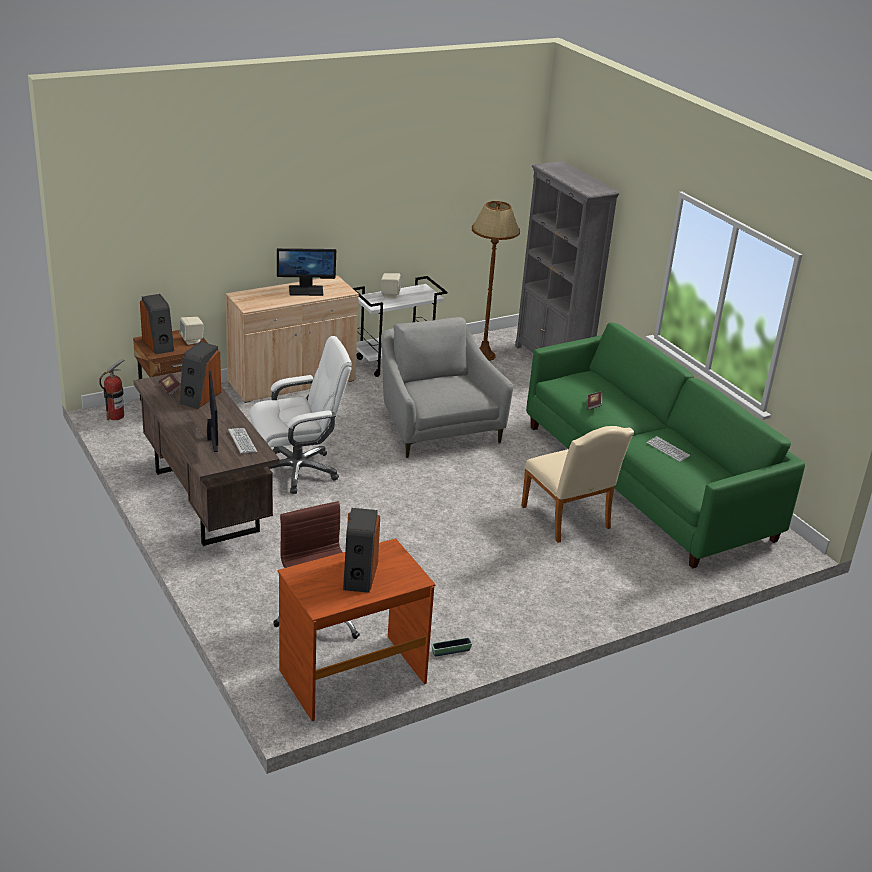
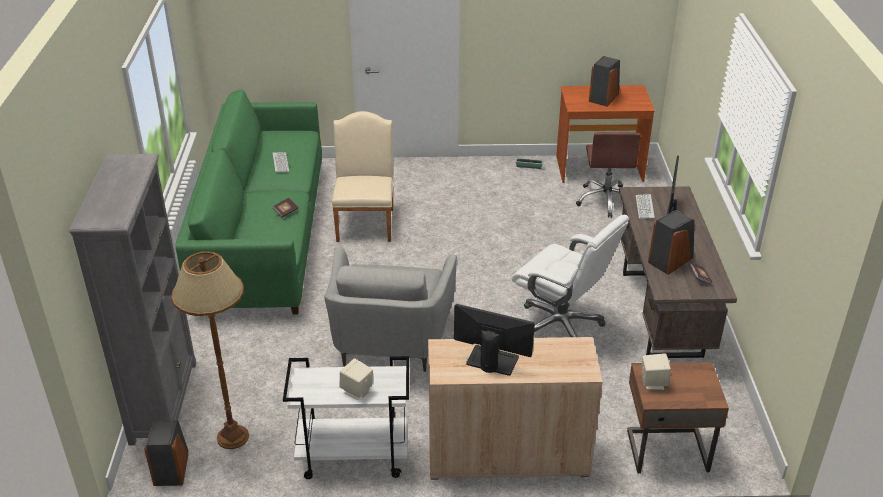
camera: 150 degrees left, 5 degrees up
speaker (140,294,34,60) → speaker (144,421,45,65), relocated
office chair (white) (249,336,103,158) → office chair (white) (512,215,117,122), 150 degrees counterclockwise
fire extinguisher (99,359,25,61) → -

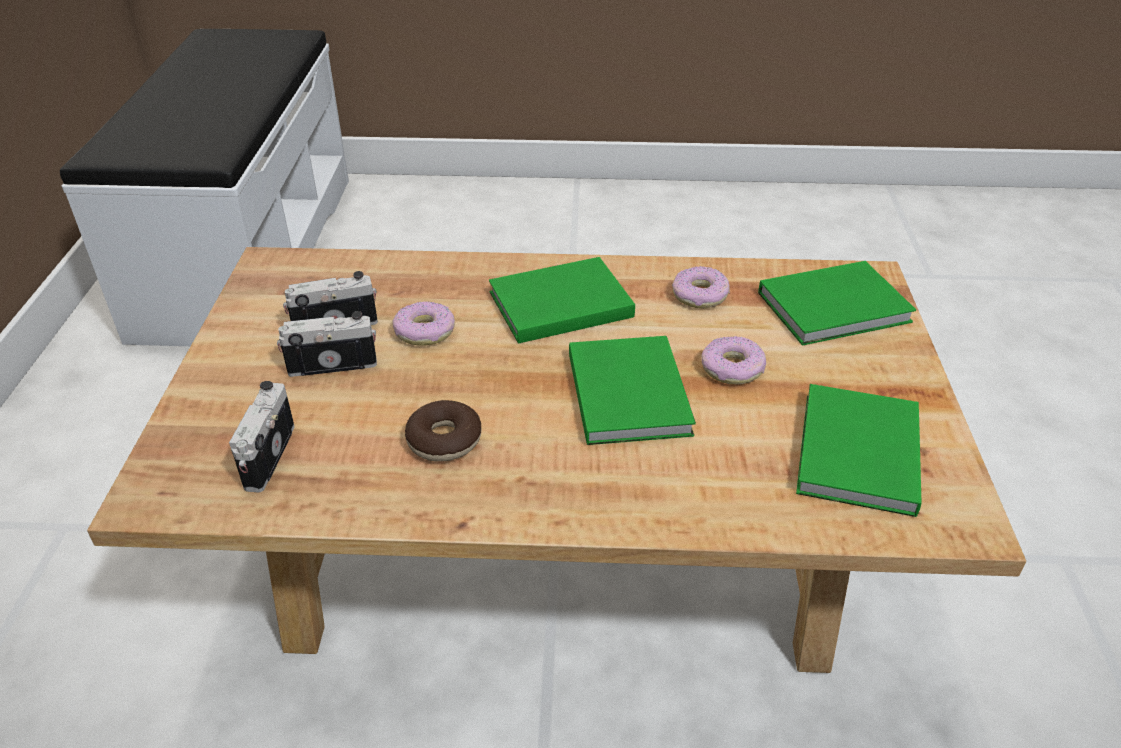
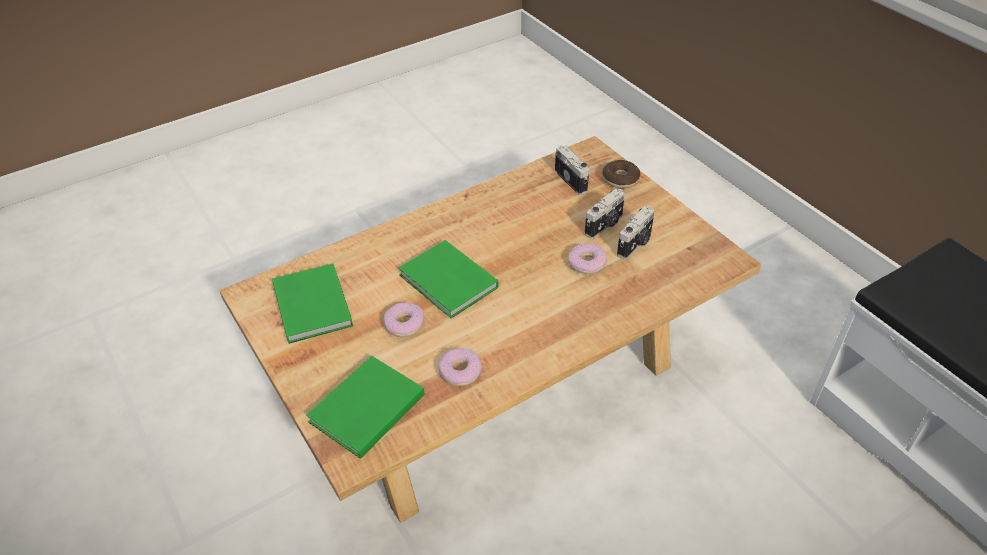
camera: 145 degrees right, 5 degrees up
donut (405,400,77,62) → donut (602,160,38,29), relocated
book (green) (489,257,146,87) → -

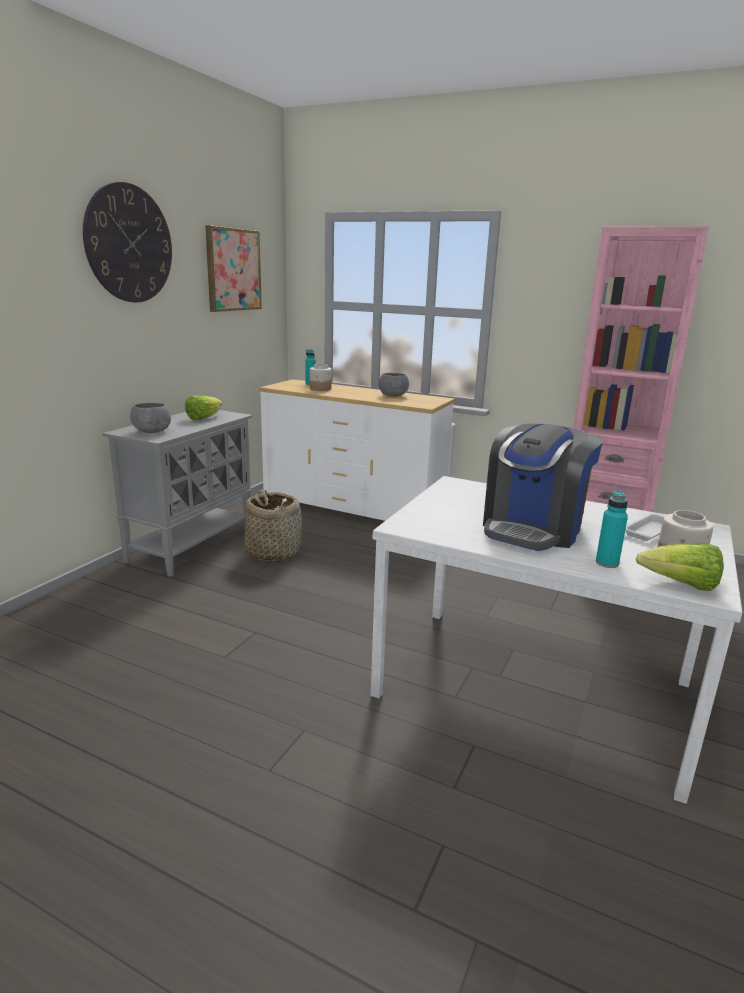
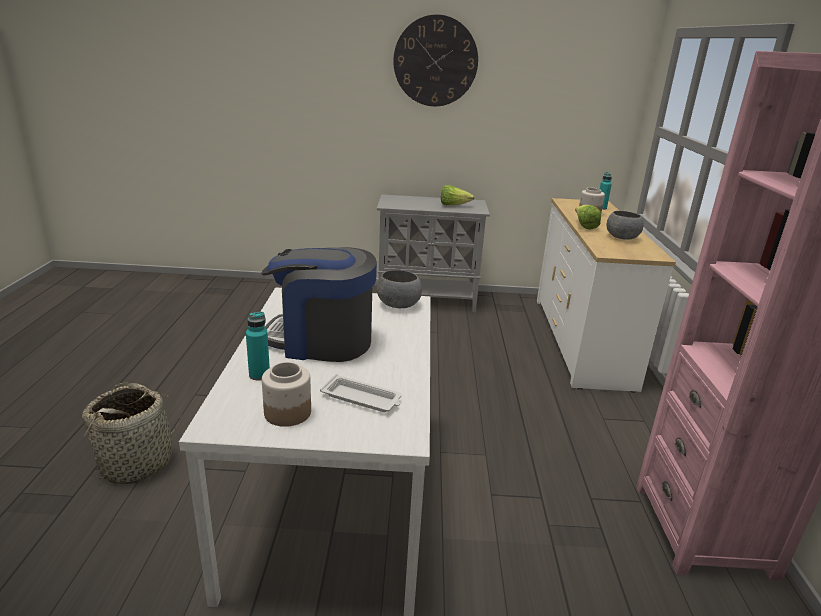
camera: 65 degrees right, 5 degrees up
basket (245,489,57,72) → basket (82,383,100,101), relocated
bowl (grey) (130,403,41,30) → bowl (grey) (377,270,45,38), relocated
lettuce (636,544,88,47) → lettuce (575,205,26,25), relocated
picture (205,225,57,87) → -

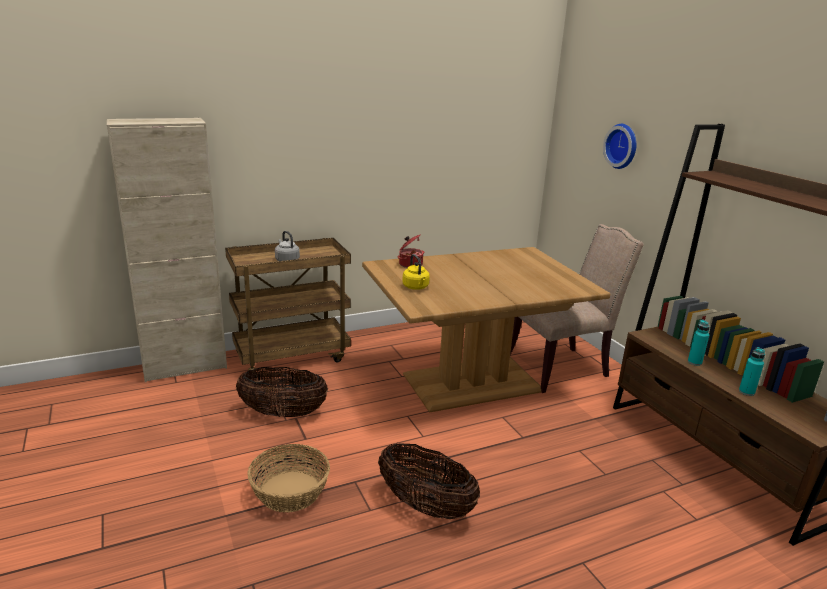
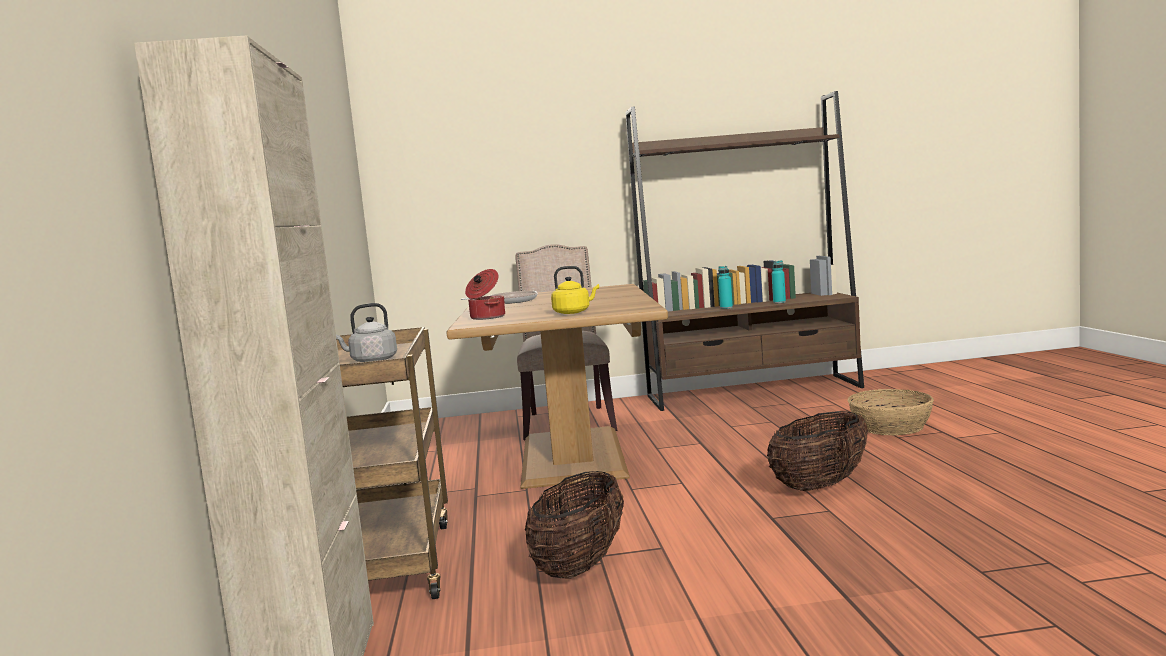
camera: 70 degrees left, 15 degrees down
- → frying pan (461,291,76,13)
basket (247,444,83,69) → basket (848,389,86,47), relocated
wall clock (603,124,33,45) → -

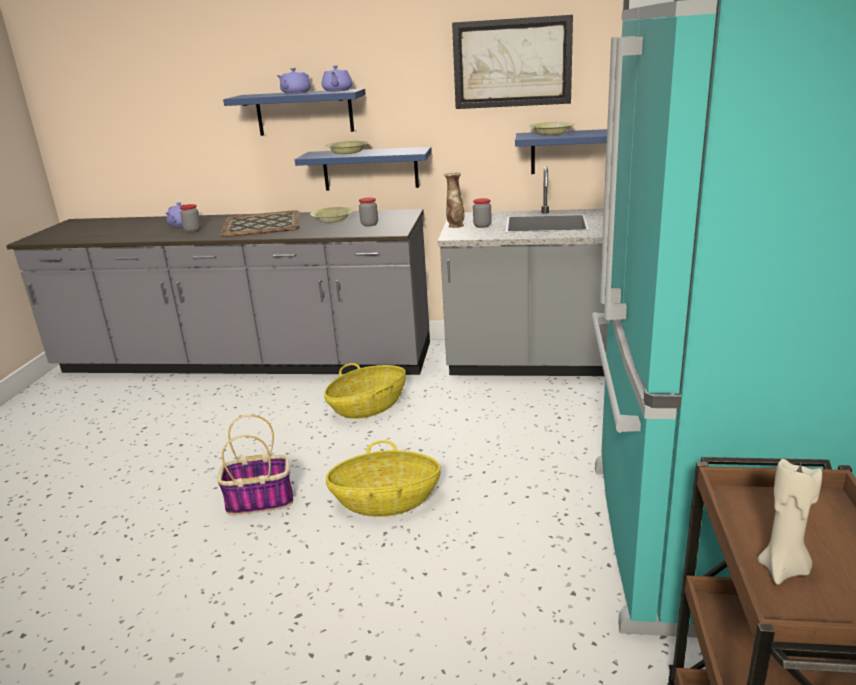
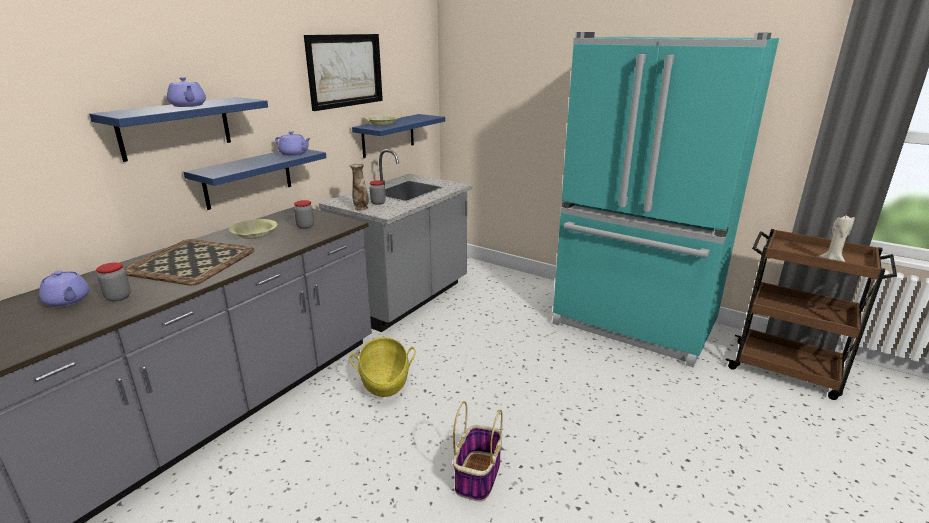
camera: 65 degrees left, 0 degrees up
teapot (purple) (322,65,30,27) → teapot (purple) (275,131,36,25), relocated
bowl (yellow) (325,141,44,13) → -
basket (326,440,115,77) → -

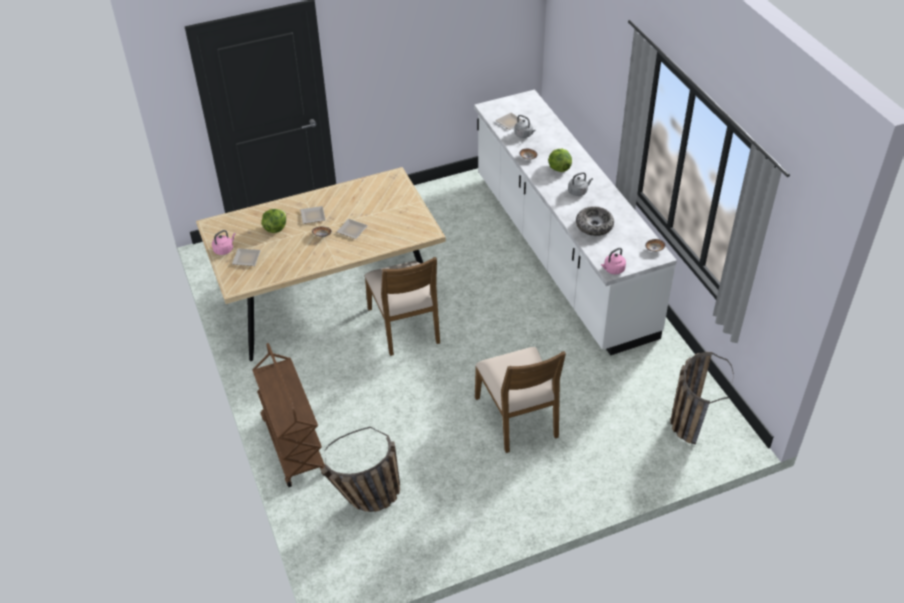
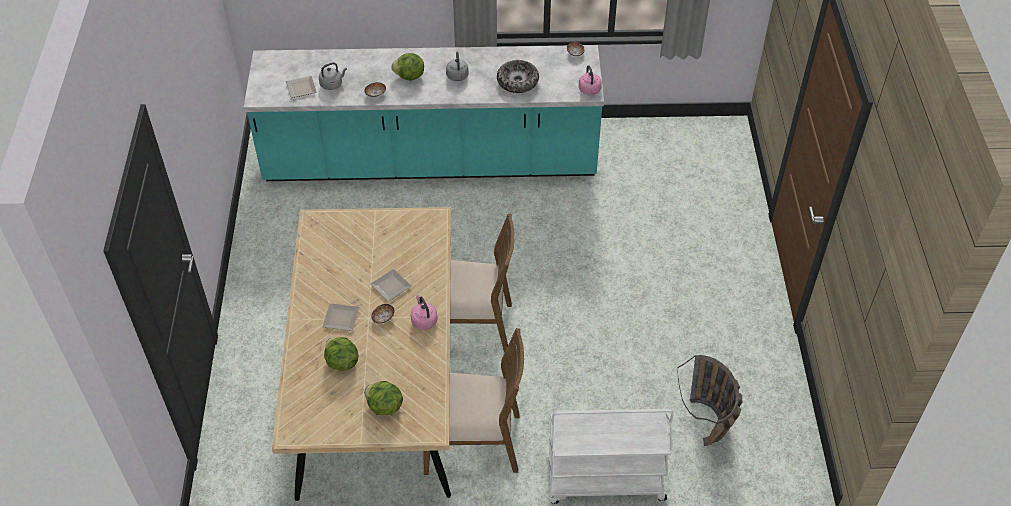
camera: 70 degrees left, 5 degrees up
counter (white) (474,90,203,265) → counter (turquoise) (243,45,361,136)
plate (232,248,29,18) → lettuce (364,381,39,34)
kettle (pink) (212,230,24,25) → kettle (pink) (411,295,27,35), relocated
chair (brown) (475,347,91,106) → chair (brown) (423,328,101,147), relocated
cart (brown) (252,343,73,144) → cart (white) (547,409,127,95)
basket (670,352,64,92) → -

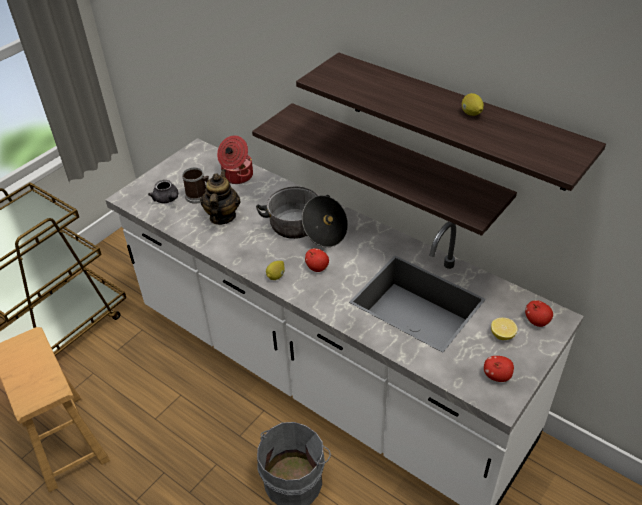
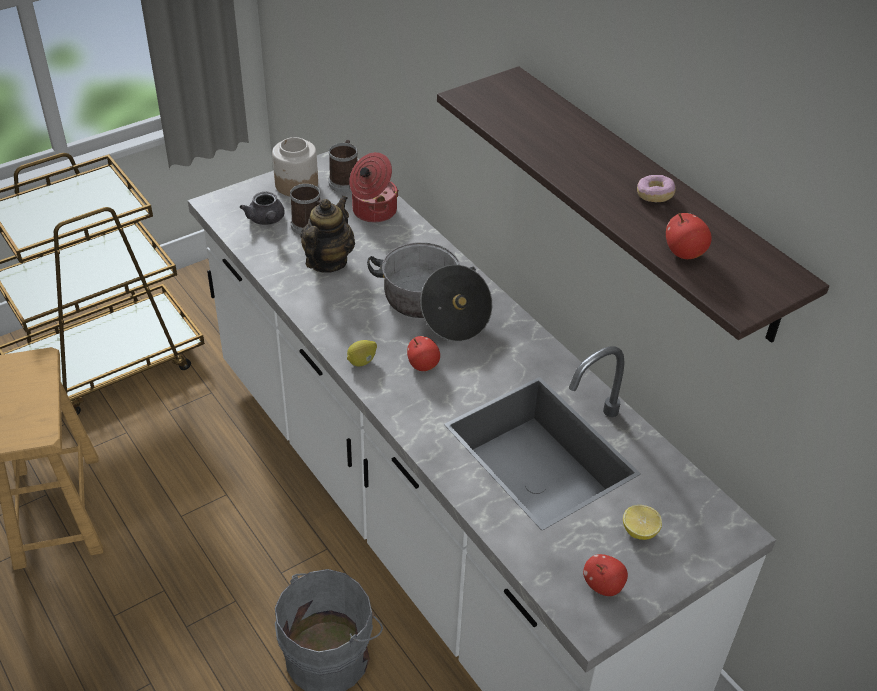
camera: 15 degrees right, 0 degrees up
- → jar (272,137,46,59)
- → mug (328,140,30,52)
lemon (462,93,22,23) → donut (637,175,39,27)
apple (525,300,28,27) → apple (666,213,46,46), relocated
shelf (252,103,265,133) → -

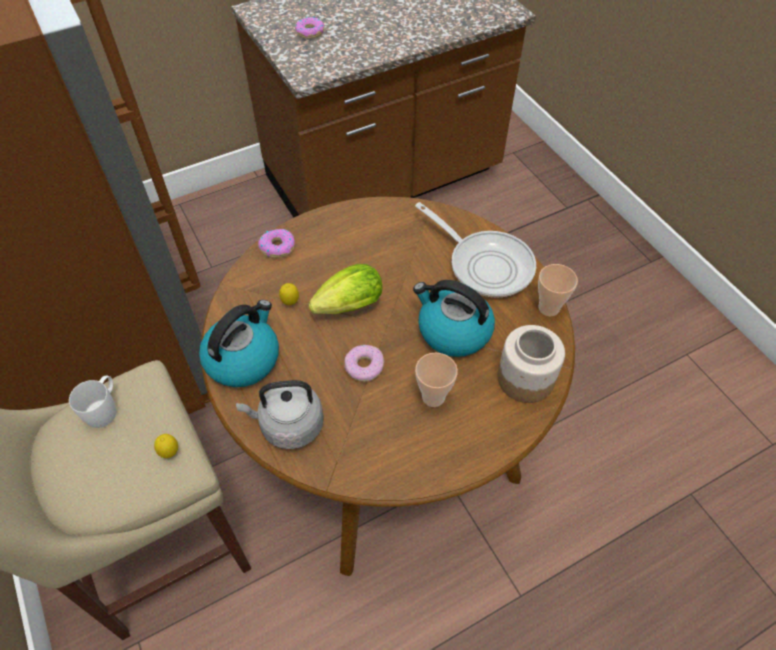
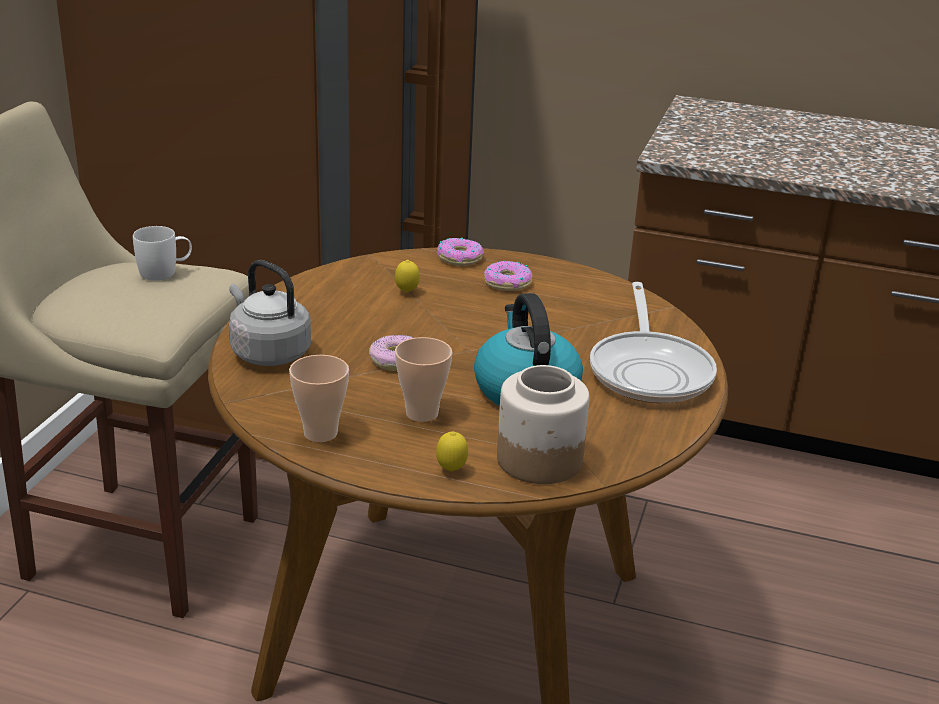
camera: 45 degrees right, 25 degrees down
cup (538,264,40,52) → cup (289,355,60,87), relocated
lemon (154,434,24,24) → lemon (436,432,32,39), relocated
donut (295,17,29,22) → donut (484,261,48,30), relocated
kettle (199,300,80,87) → -
lettuce (308,264,75,50) → -

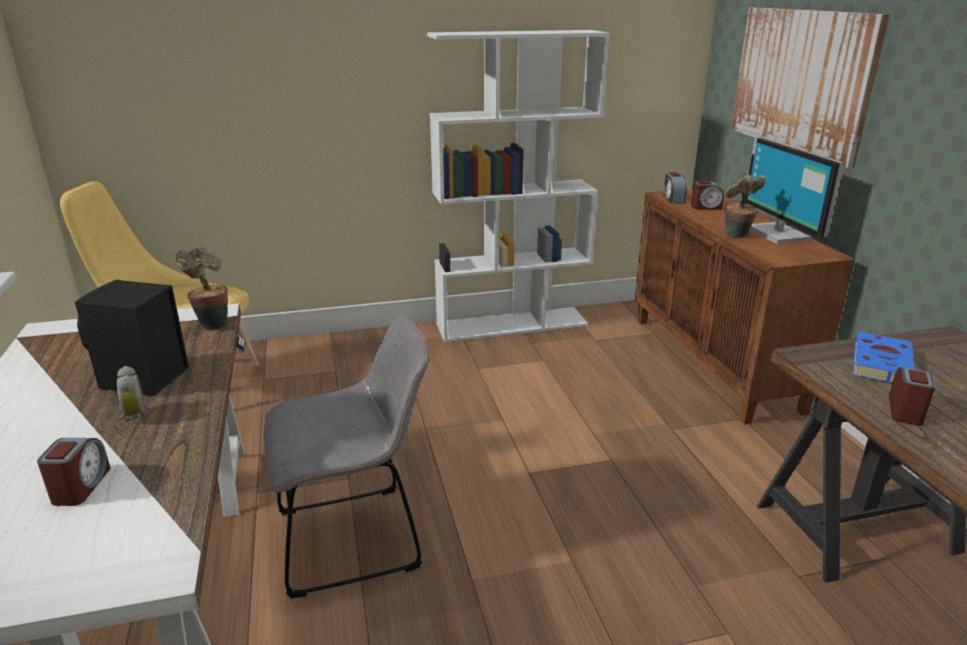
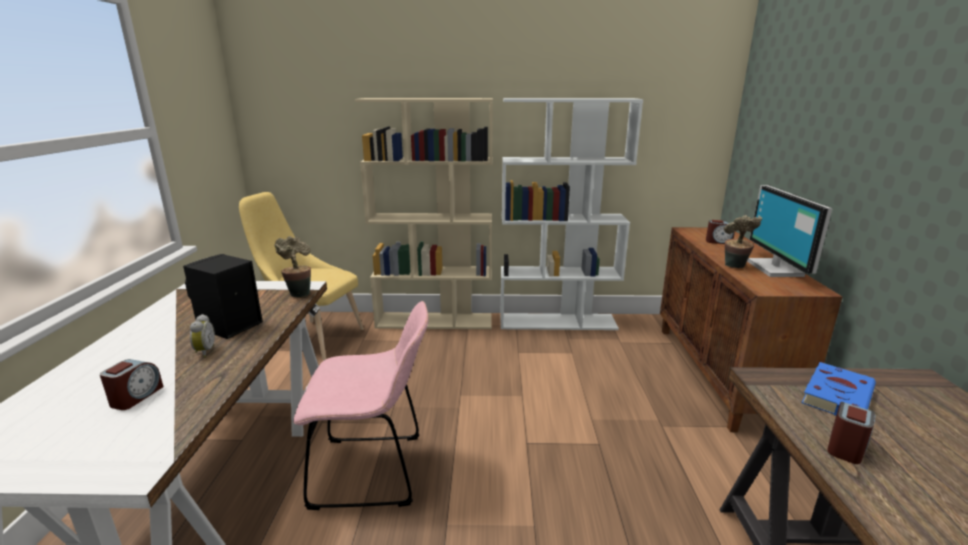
camera: 15 degrees right, 5 degrees down
chair (grey) (264,315,165,284) → chair (pink) (293,301,135,209)
- → bookcase (beige) (355,98,138,231)
alarm clock (663,172,24,31) → -
picture (731,7,159,161) → -

